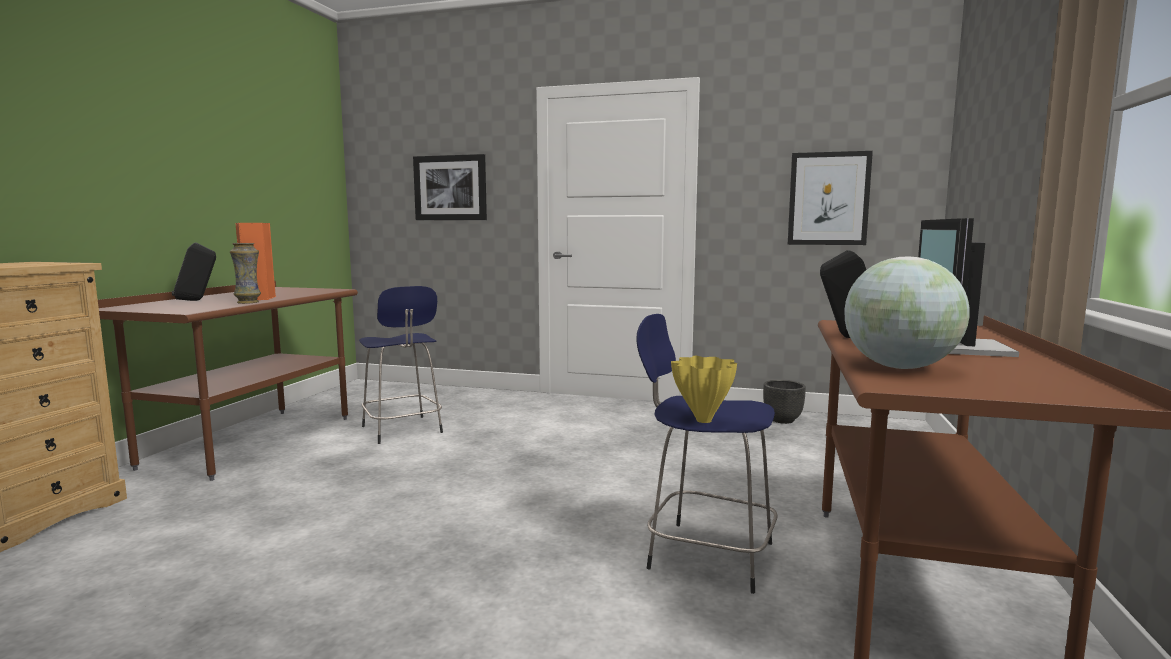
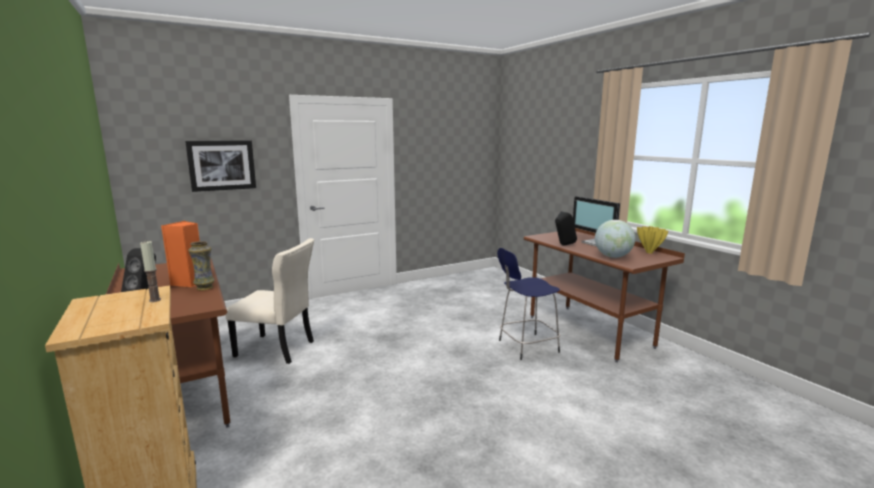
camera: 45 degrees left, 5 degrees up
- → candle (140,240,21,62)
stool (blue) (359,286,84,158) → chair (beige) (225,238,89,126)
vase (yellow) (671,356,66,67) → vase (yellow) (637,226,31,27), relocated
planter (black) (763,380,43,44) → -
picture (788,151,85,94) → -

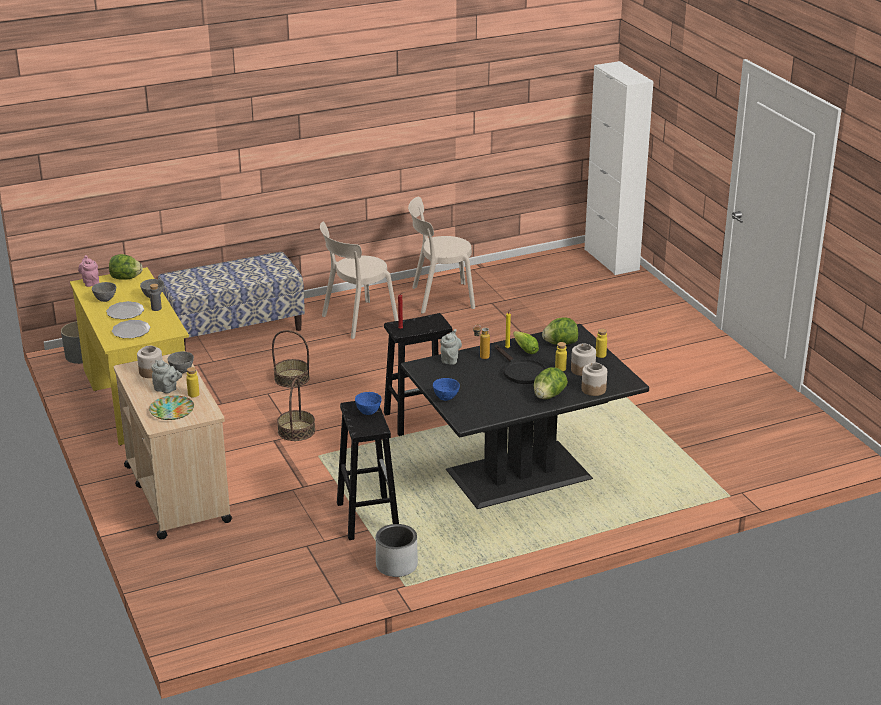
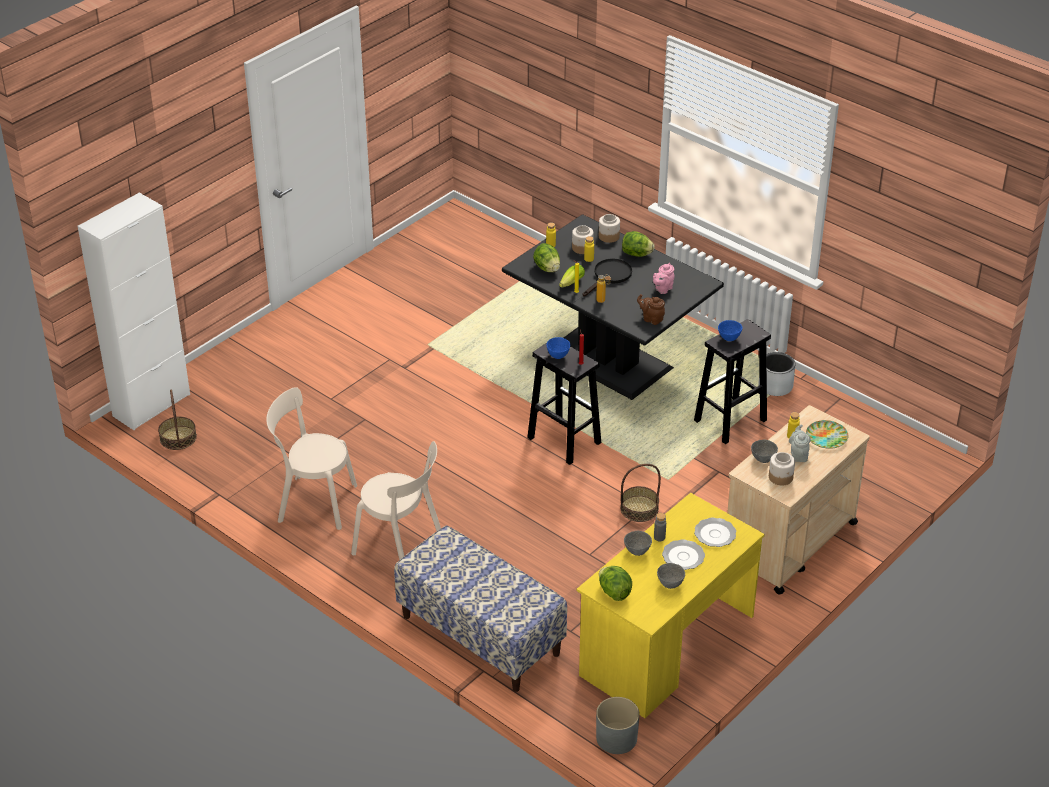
camera: 115 degrees left, 10 degrees up
basket (272,330,38,58) → basket (158,390,39,60), relocated
chair (beige) (408,197,67,117) → chair (beige) (266,387,91,143), 135 degrees clockwise
bowl (blue) (433,378,27,23) → bowl (blue) (546,337,24,22), relocated
- → teapot (brown) (637,294,28,31)
teapot (pink) (78,255,21,32) → teapot (pink) (653,263,21,31), relocated
teapot (grey) (440,329,22,36) → -

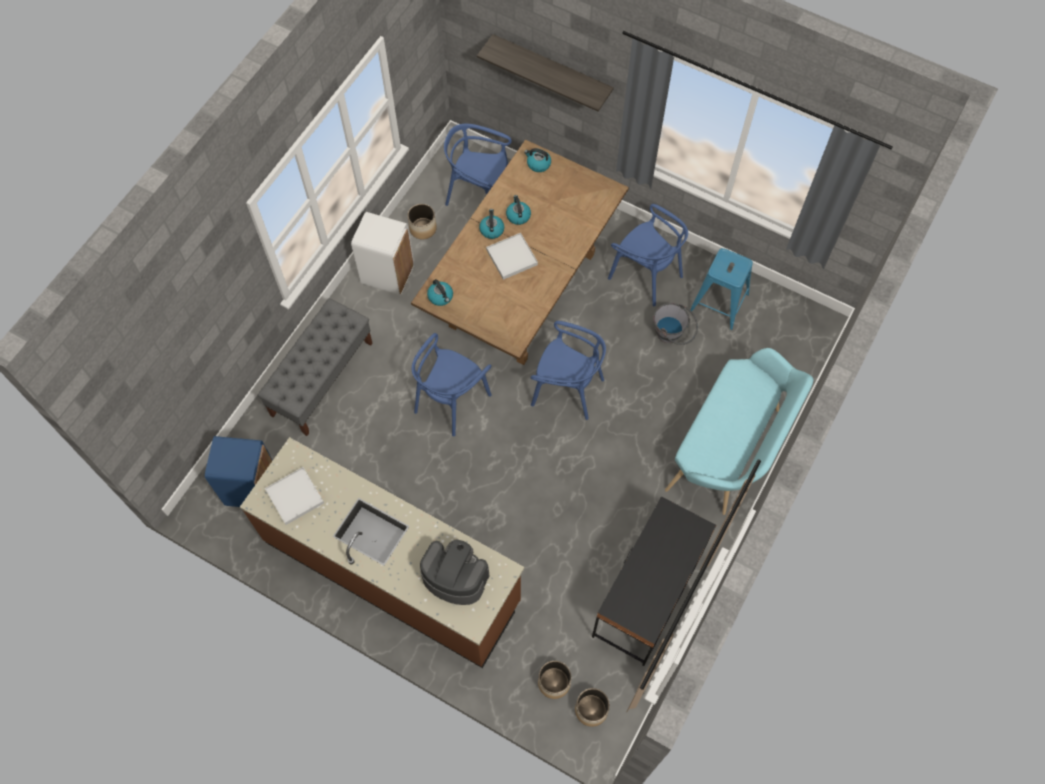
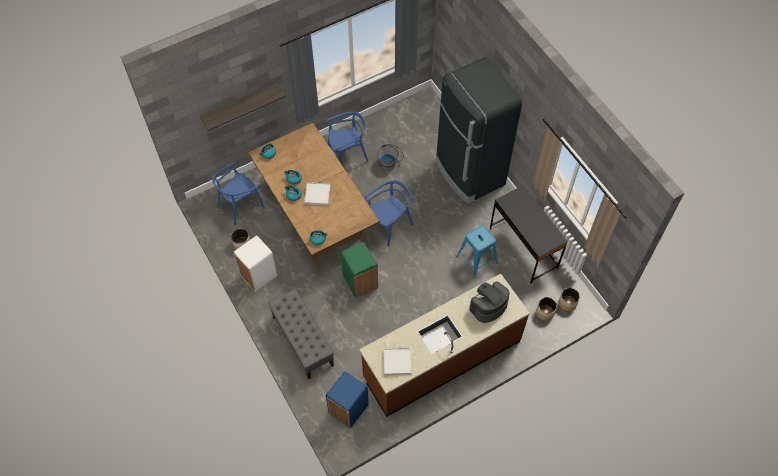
camera: 60 degrees left, 5 degrees down
chair (blue) (412,333,80,103) → trash can (green) (341,242,37,56)
bench (turquoise) (665,348,148,167) → fridge (black) (436,57,86,147)
stool (blue) (690,248,63,82) → stool (blue) (457,225,40,53), relocated

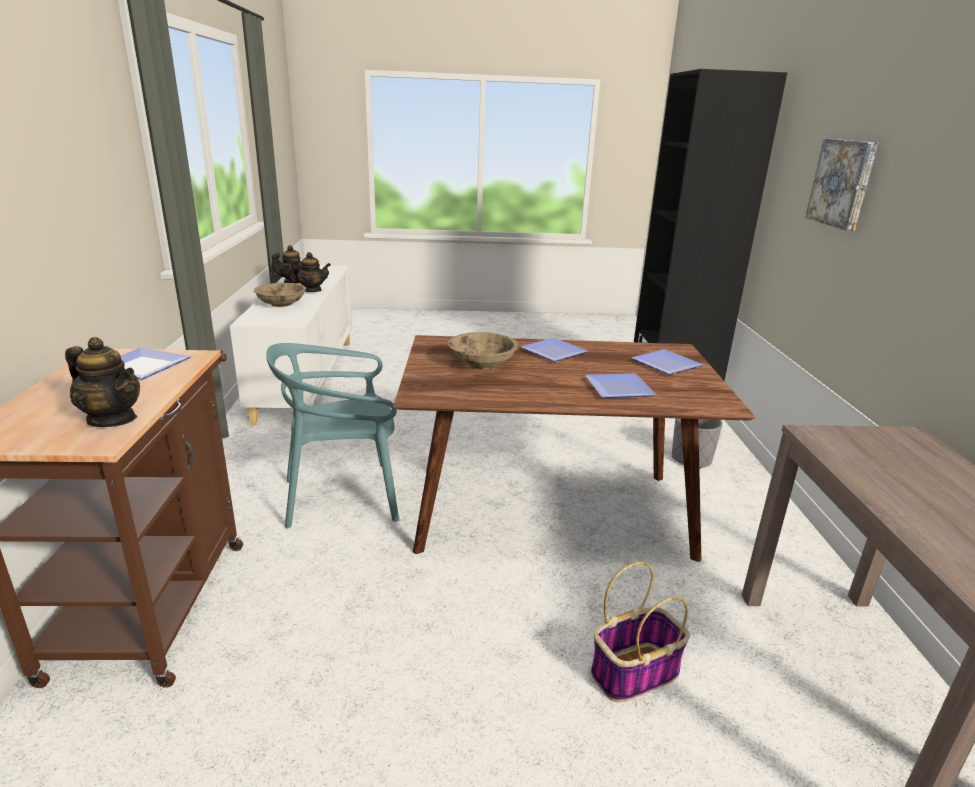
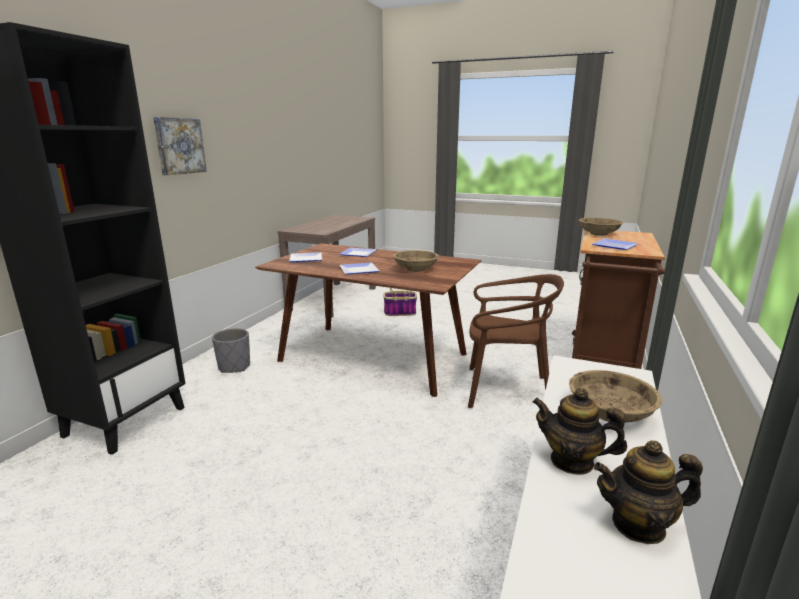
camera: 155 degrees left, 5 degrees down
chair (turquoise) (266,343,134,185) → chair (brown) (468,274,96,134)
teapot (65,337,75,90) → bowl (beige) (579,218,44,18)

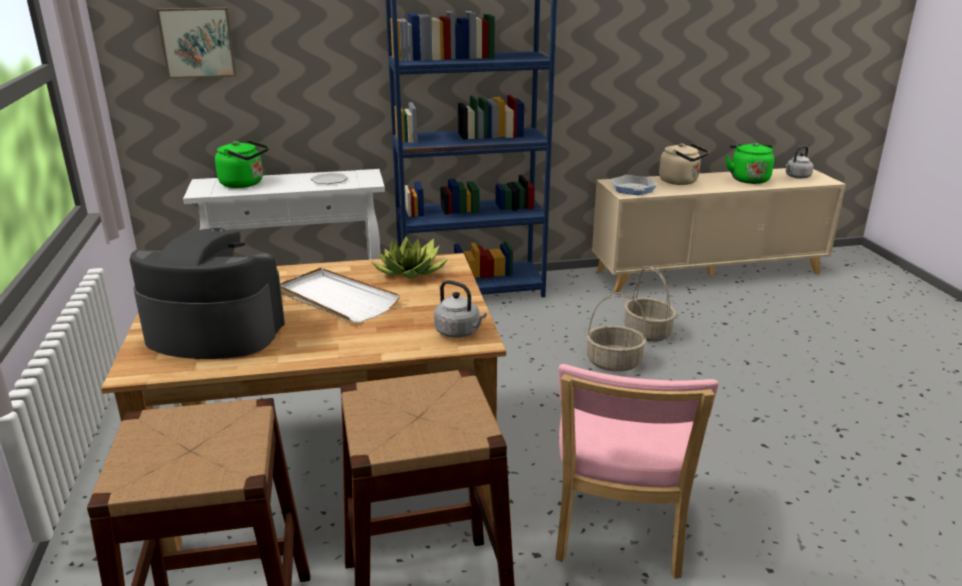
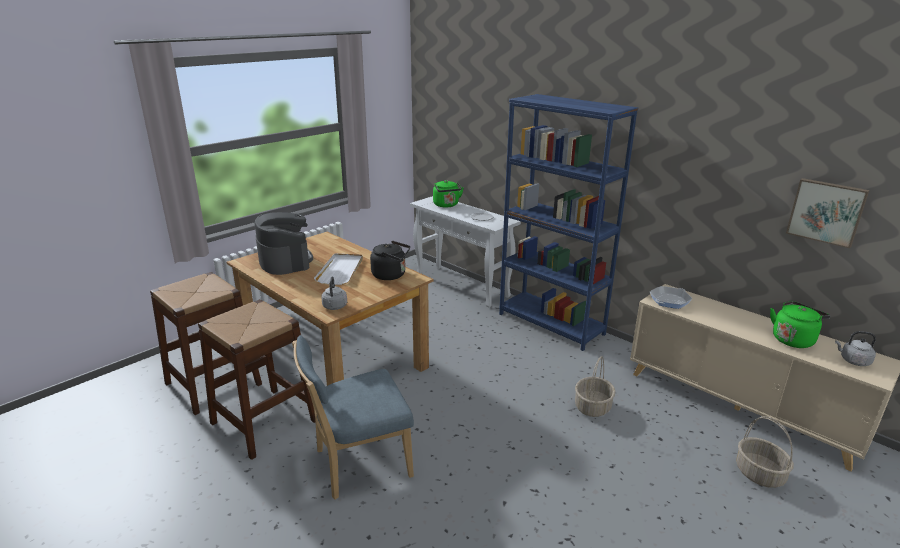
camera: 55 degrees right, 0 degrees up
chair (pink) (555,364,164,215) → chair (blue) (292,335,122,165)
potted plant (372,236,77,43) → kettle (black) (370,241,40,39)
basket (586,293,61,79) → basket (736,416,58,72), relocated
picture (156,7,80,71) → picture (786,178,83,71), relocated
kettle (beige) (659,143,50,42) → -

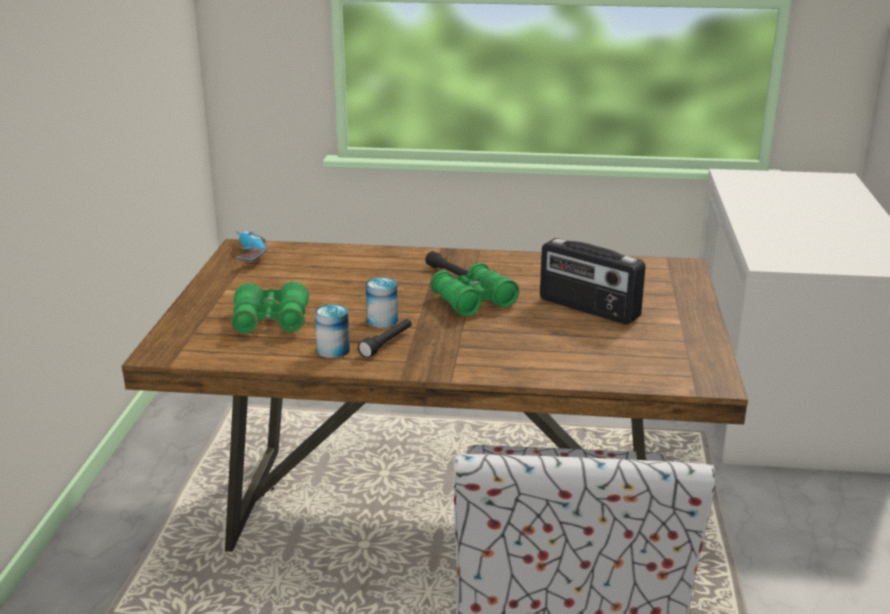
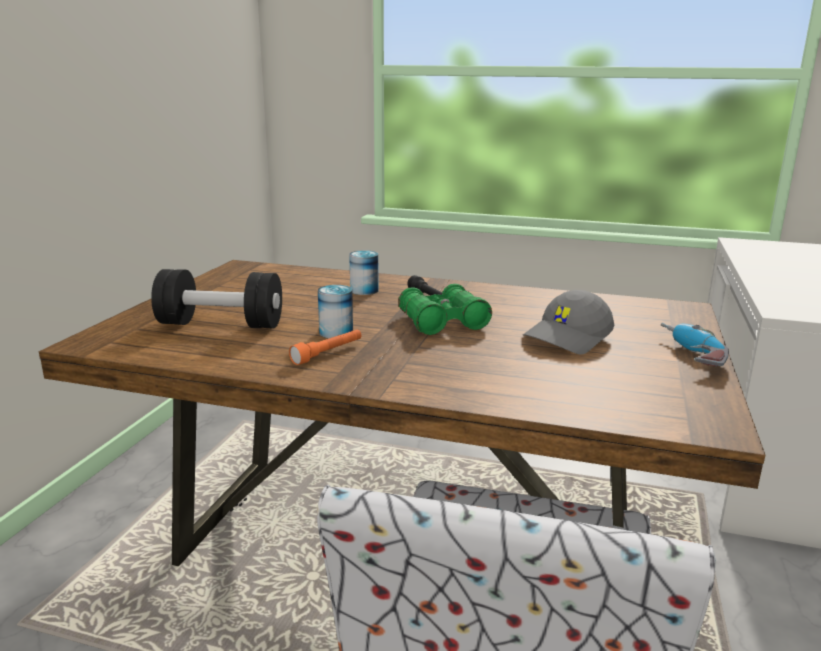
camera: 10 degrees right, 5 degrees down
binoculars (green) (231,282,78,52) → dumbbell (black) (151,269,131,60)
flashlight (black) (358,319,54,39) → flashlight (orange) (289,329,72,36)
can (315,304,35,54) → can (349,250,30,45), relocated
radio (540,238,105,87) → cap (grey) (523,290,91,64)
power drill (236,231,32,31) → power drill (661,323,68,43), relocated

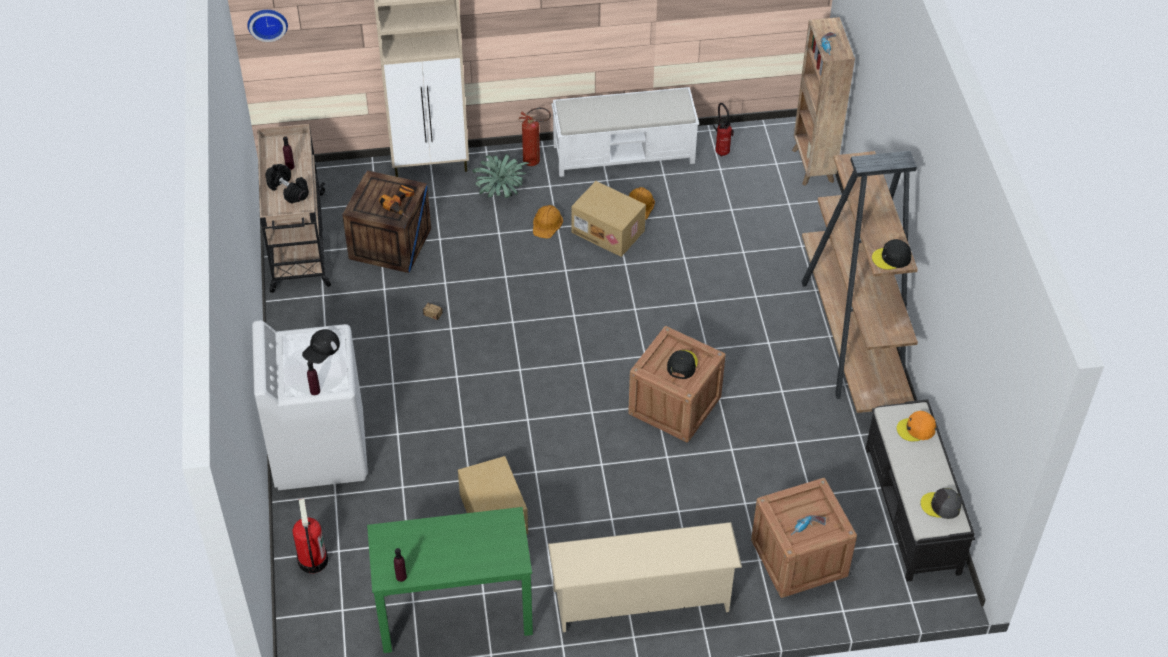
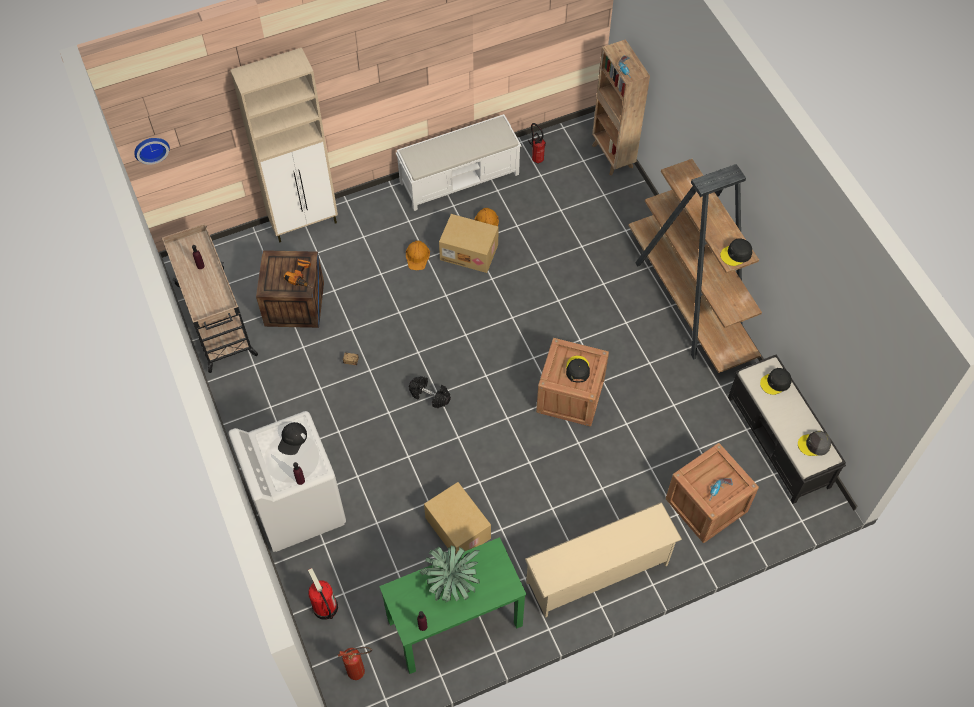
camera: 15 degrees left, 10 degrees up
fire extinguisher (519,108,32,58) → fire extinguisher (338,647,34,33), relocated
dumbbell (black) (265,164,44,40) → dumbbell (black) (409,376,42,32), relocated
potted plant (472,154,57,44) → potted plant (419,545,61,57), relocated
cap (orange) (897,411,39,31) → cap (black) (760,368,31,27)

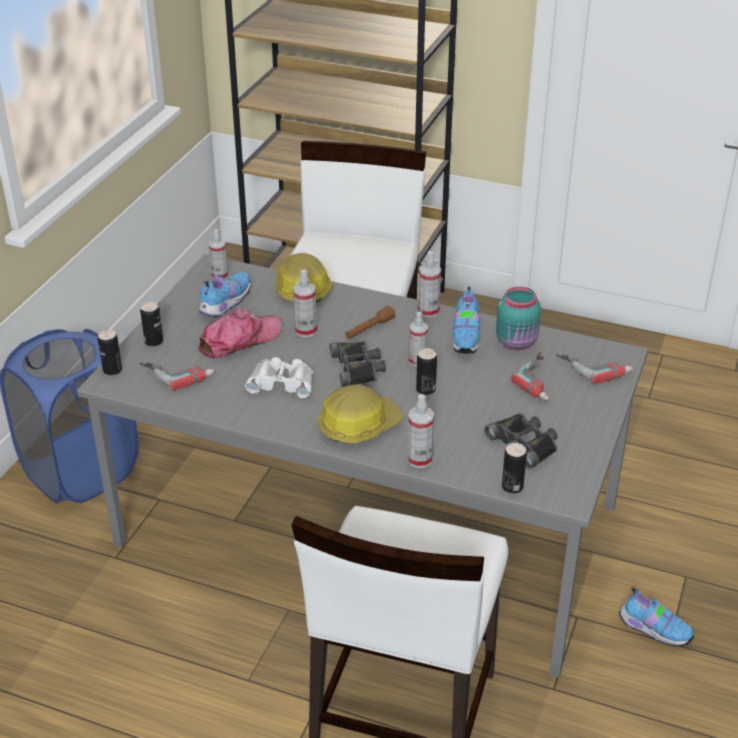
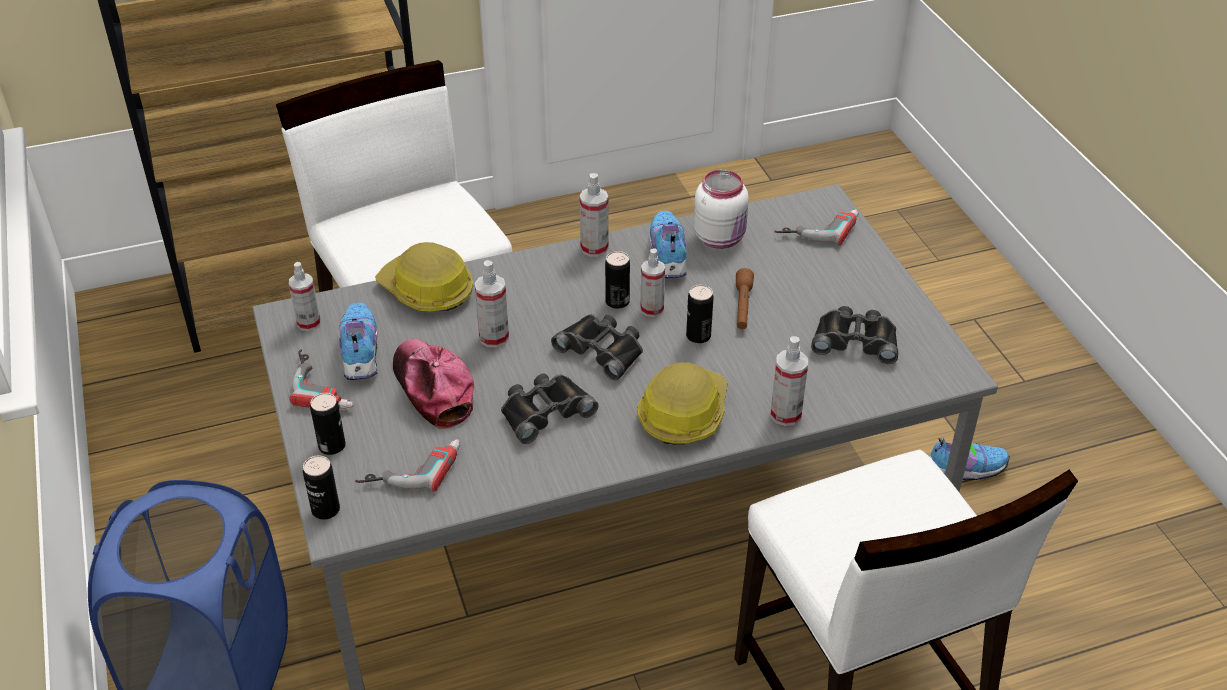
camera: 40 degrees left, 5 degrees up
power drill (511,352,38,49) → power drill (289,349,65,60), relocated
cap (198,308,83,50) → cap (393,339,81,90), 45 degrees counterclockwise
binoculars (white) (245,357,68,42) → binoculars (black) (501,373,98,71)
can (502,443,25,50) → can (605,251,25,58), relocated
shoe (453,286,28,68) → shoe (650,211,37,67), 150 degrees counterclockwise
jar (turquoise) (496,286,45,64) → jar (white) (694,170,55,79)
flashlight (brown) (345,306,50,33) → flashlight (brown) (736,268,18,61), relocated

